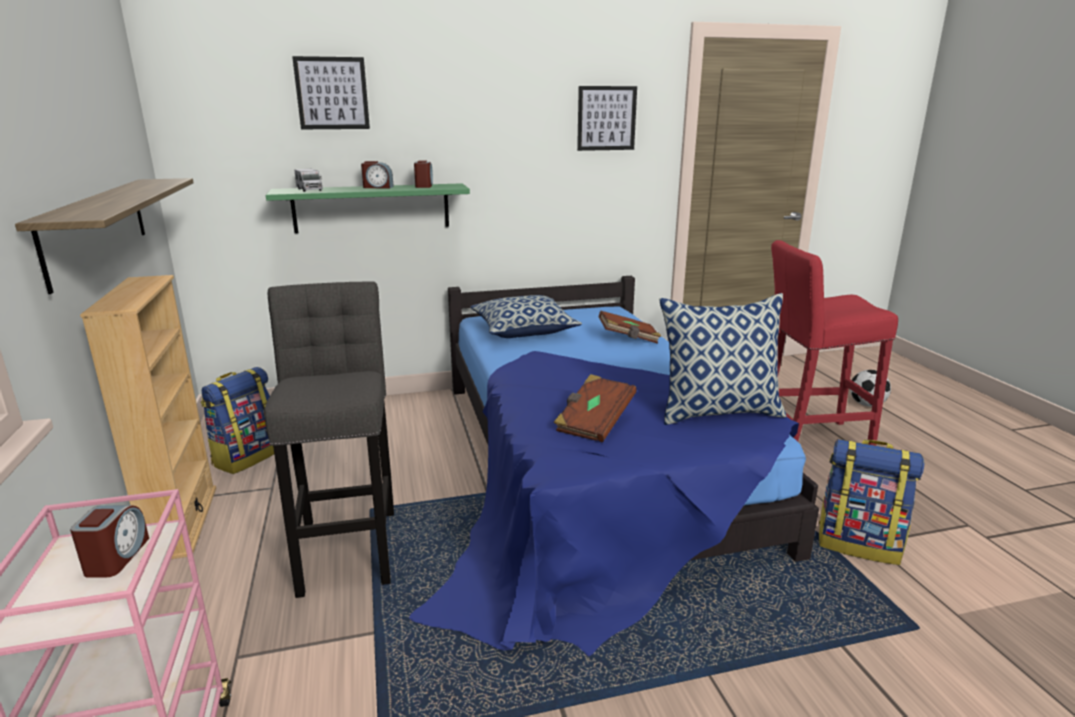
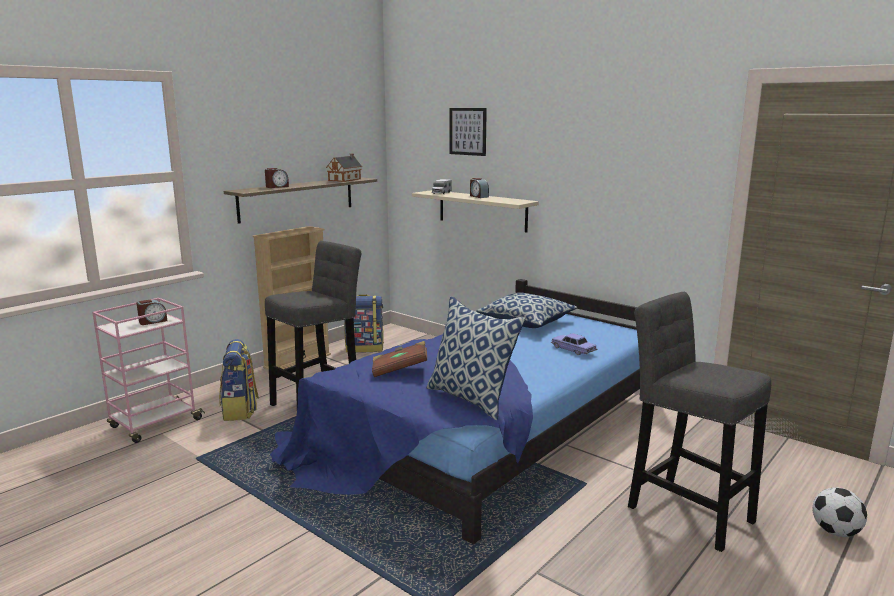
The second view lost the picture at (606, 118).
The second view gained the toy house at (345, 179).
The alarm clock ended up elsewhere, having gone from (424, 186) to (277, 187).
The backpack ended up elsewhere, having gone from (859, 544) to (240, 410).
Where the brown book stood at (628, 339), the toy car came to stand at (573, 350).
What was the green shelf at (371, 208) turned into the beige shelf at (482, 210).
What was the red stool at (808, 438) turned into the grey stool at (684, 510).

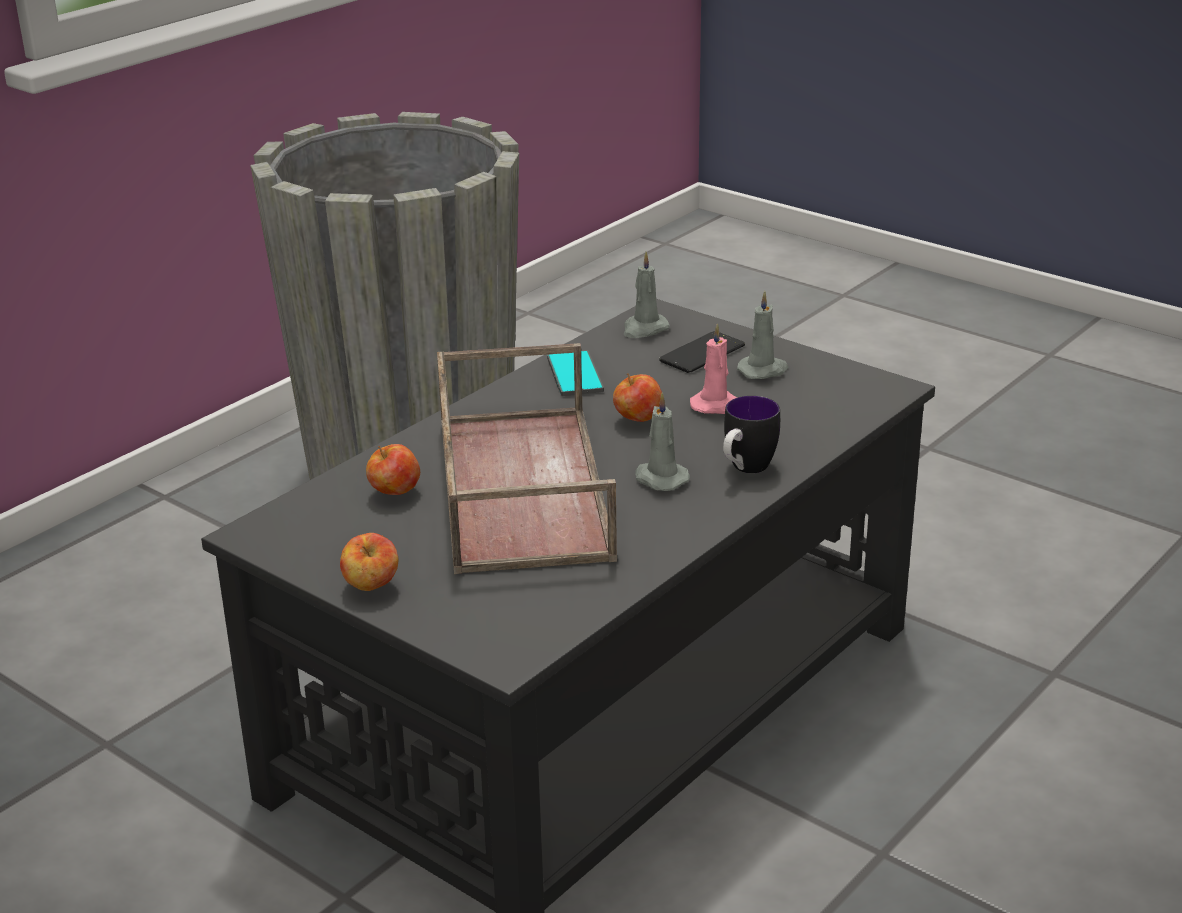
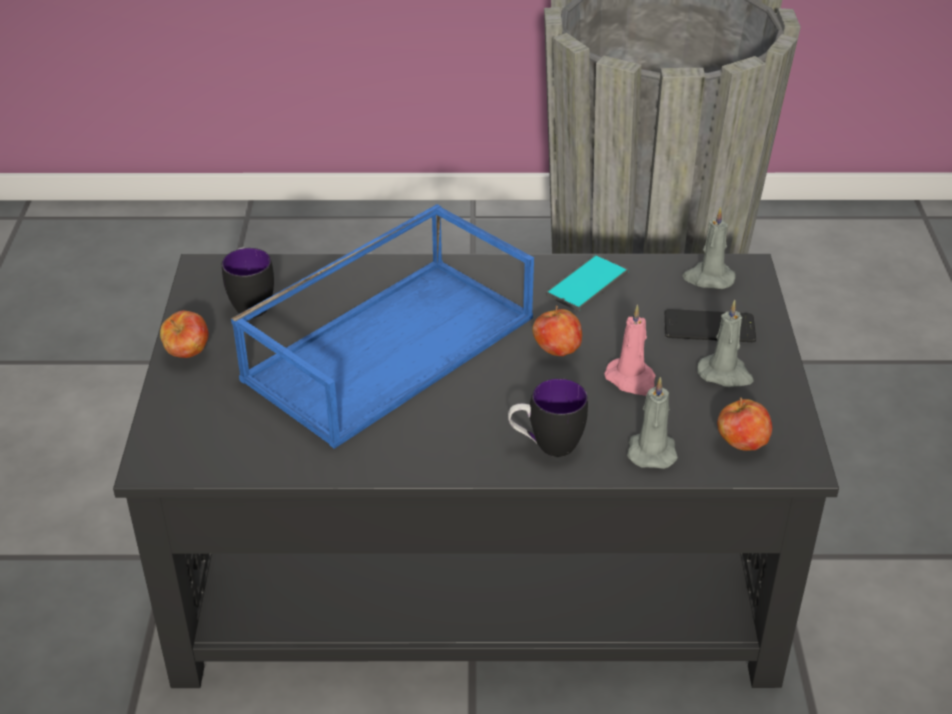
The second view gained the mug at (251, 303).
The apple ended up elsewhere, having gone from (395, 493) to (741, 444).
The grey candle ended up elsewhere, having gone from (659, 479) to (651, 450).
What was the brown tray at (519, 485) turned into the blue tray at (390, 345).

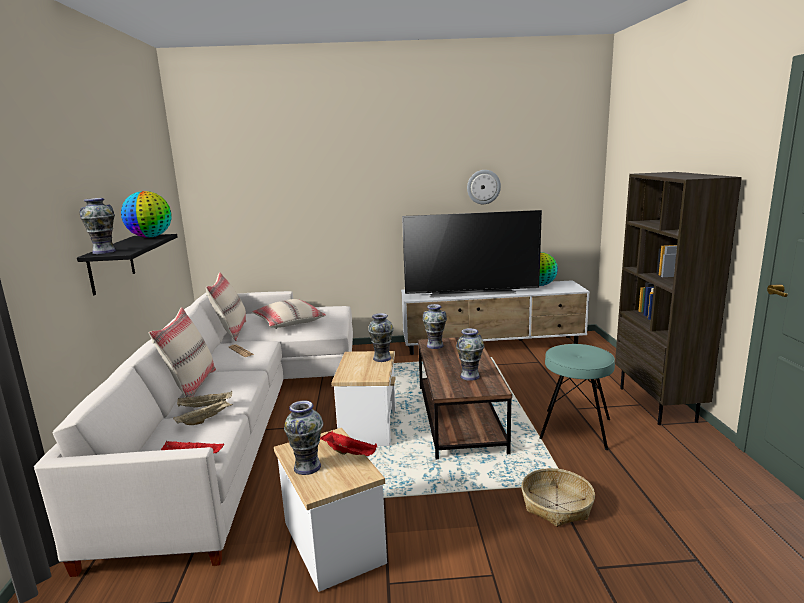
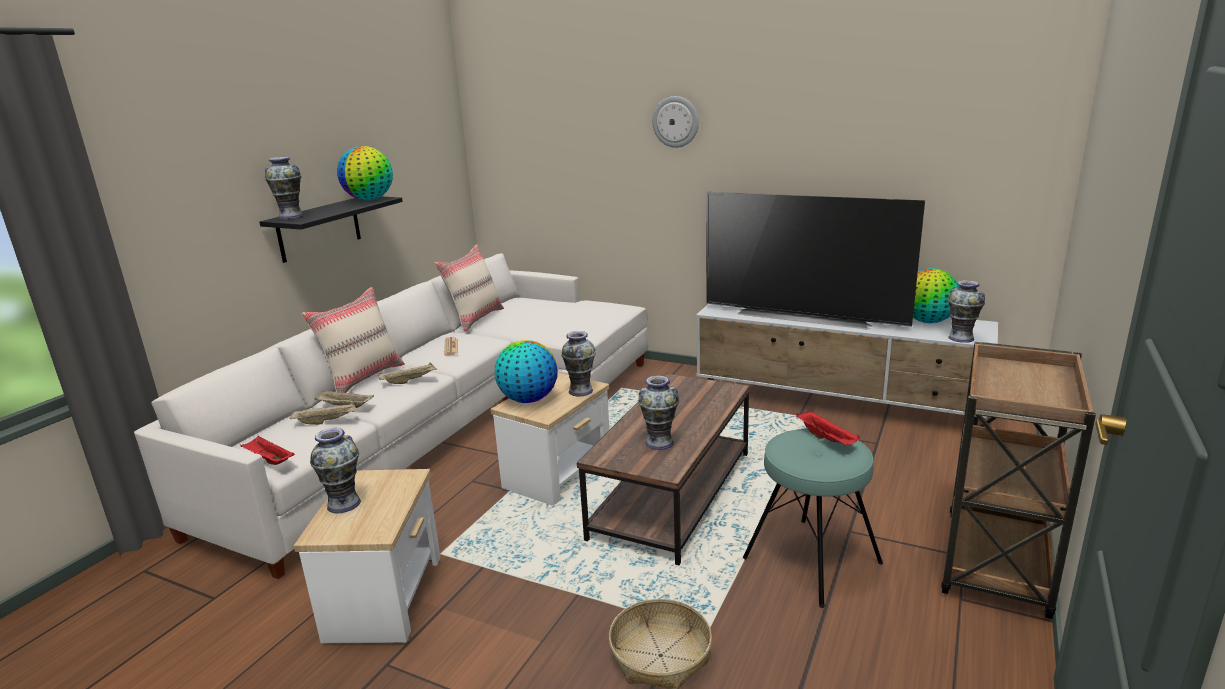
The second view lost the beige pillow at (289, 322).
The second view gained the beige tray at (409, 381).
The second view gained the globe at (528, 399).
The red tray ended up elsewhere, having gone from (350, 453) to (827, 439).
The vase ended up elsewhere, having gone from (435, 345) to (961, 338).
The wall clock ended up elsewhere, having gone from (483, 187) to (676, 122).
Where the brown bookcase stood at (658, 404), the brown cart came to stand at (996, 565).

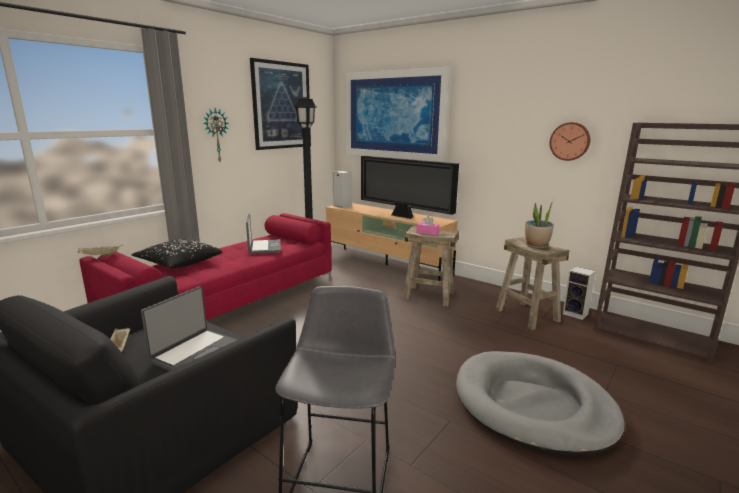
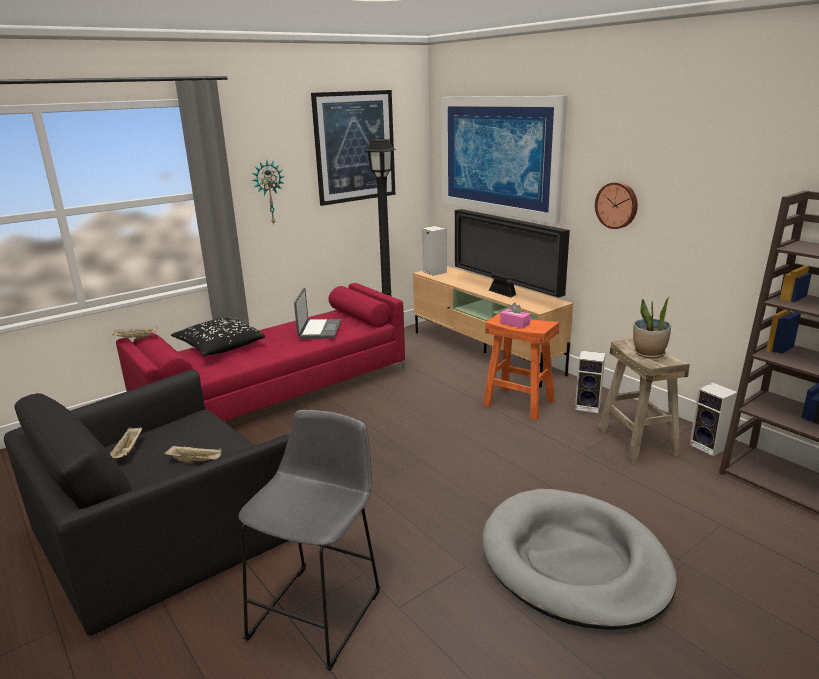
The second view gained the speaker at (589, 406).
The wall clock ended up elsewhere, having gone from (570, 141) to (617, 205).
Where the laptop stood at (196, 353), the beige tray came to stand at (196, 461).
What was the beige stool at (428, 296) turned into the orange stool at (518, 403).

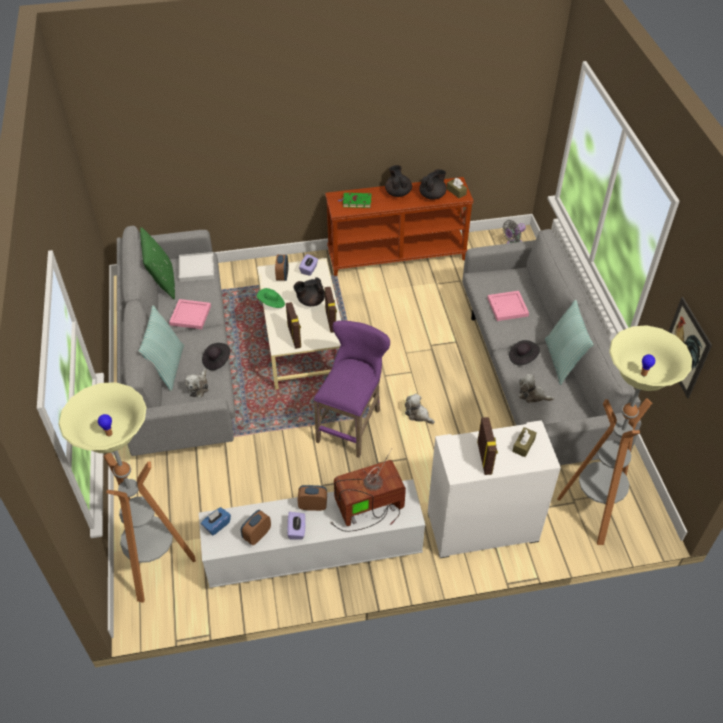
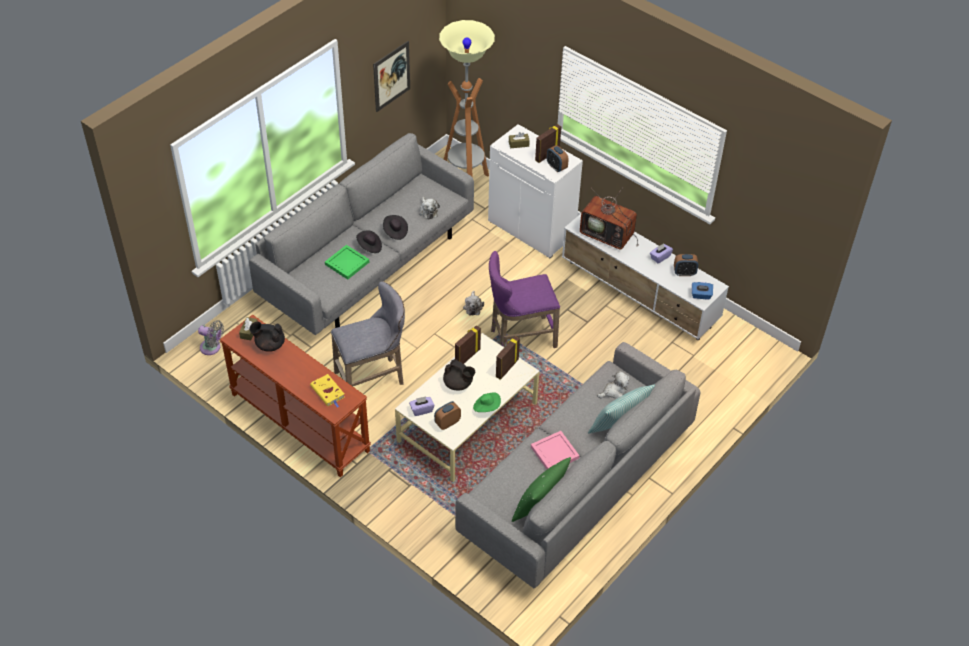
The second view lost the floor lamp at (156, 567).
The second view lost the white tray at (196, 268).
The second view lost the black teapot at (398, 192).
The second view lost the pillow at (563, 361).
The second view gained the grey stool at (373, 378).
The black hat ended up elsewhere, having gone from (216, 361) to (369, 246).
The alarm clock ended up elsewhere, having gone from (313, 505) to (556, 167).
What was the green book at (356, 202) turned into the yellow book at (328, 392).
What was the pink tray at (507, 307) turned into the green tray at (348, 263).

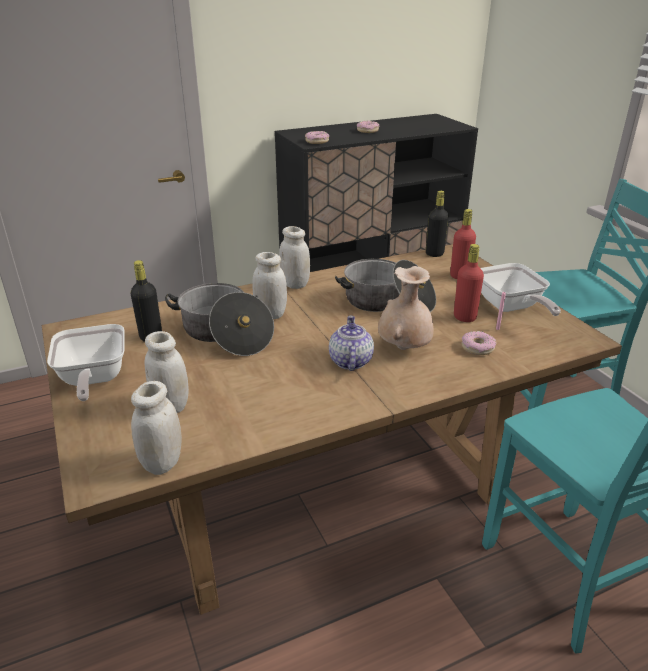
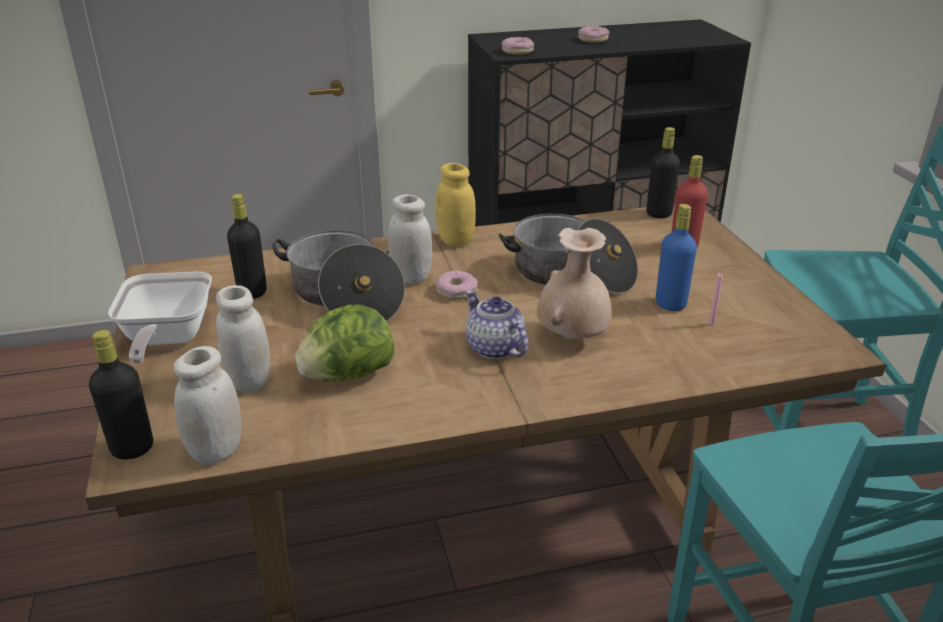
The second view lost the frying pan at (511, 307).
The second view gained the black bottle at (132, 448).
The second view gained the lettuce at (348, 375).
The donut ended up elsewhere, having gone from (477, 347) to (456, 291).
What was the white jar at (295, 284) turned into the yellow jar at (456, 240).
What was the red bottle at (464, 317) turned into the blue bottle at (670, 304).
The teapot at (350, 361) ended up facing another way, 45 degrees counterclockwise from before.

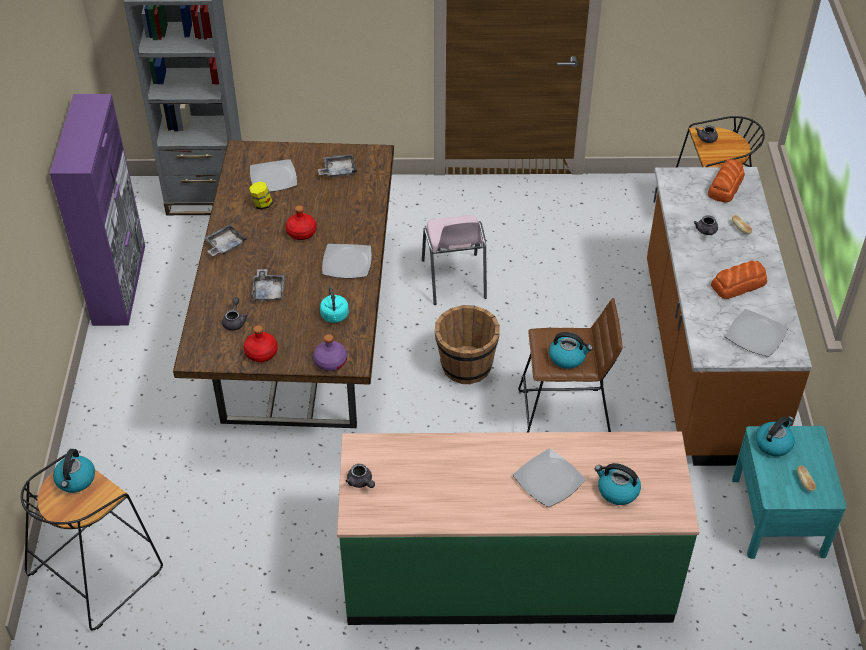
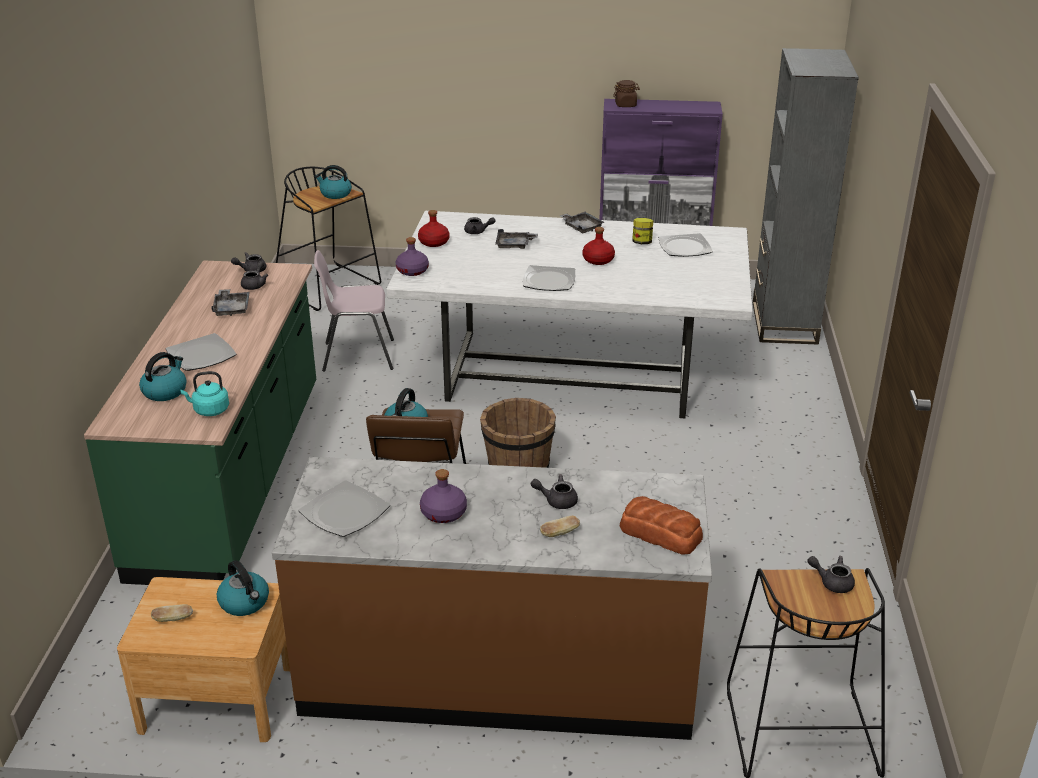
The second view gained the grey teapot at (255, 284).
The second view gained the brown jar at (625, 105).
The grey tray ended up elsewhere, having gone from (338, 171) to (231, 308).
The turquoise kettle ended up elsewhere, having gone from (335, 317) to (209, 410).
The pink chair ended up elsewhere, having gone from (454, 280) to (357, 355).
Where the bread stood at (739, 284), the purple bottle came to stand at (443, 513).
What was the brown dining table at (302, 337) turned into the white dining table at (573, 374).
What was the turquoise nightstand at (778, 516) turned into the brown nightstand at (217, 698).

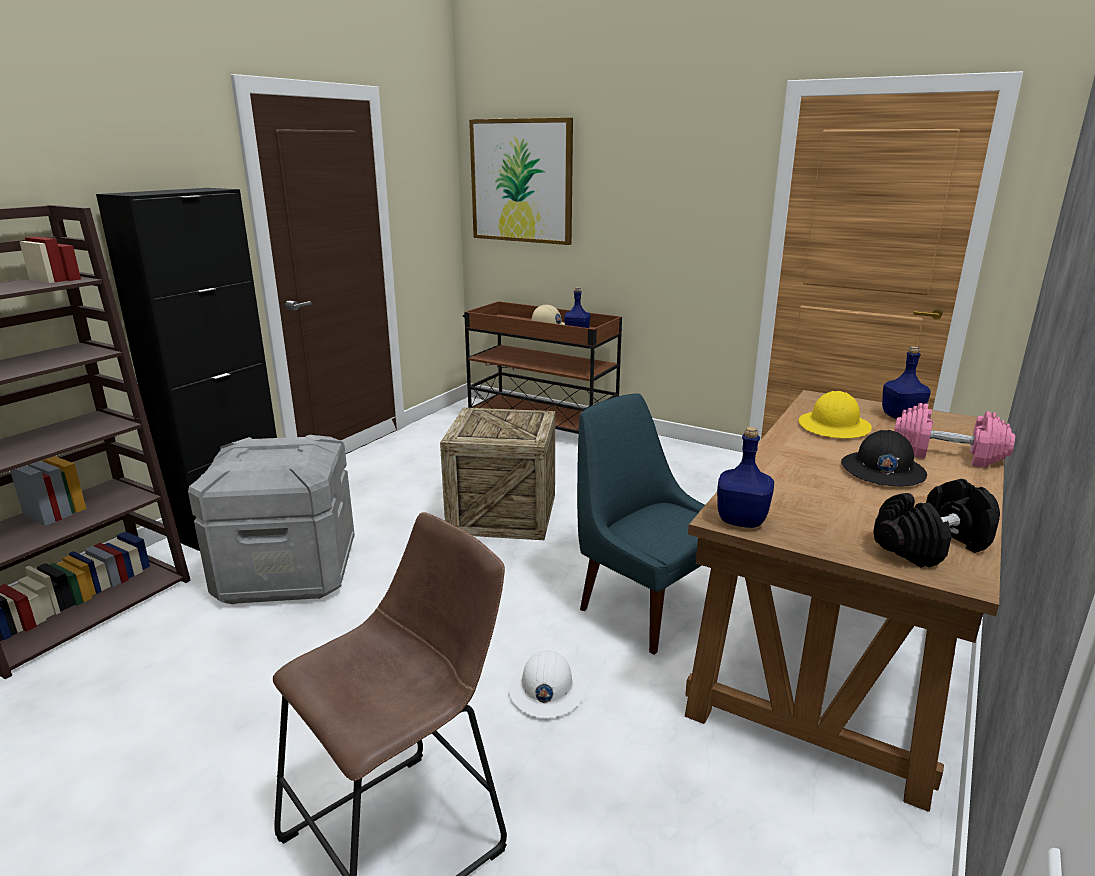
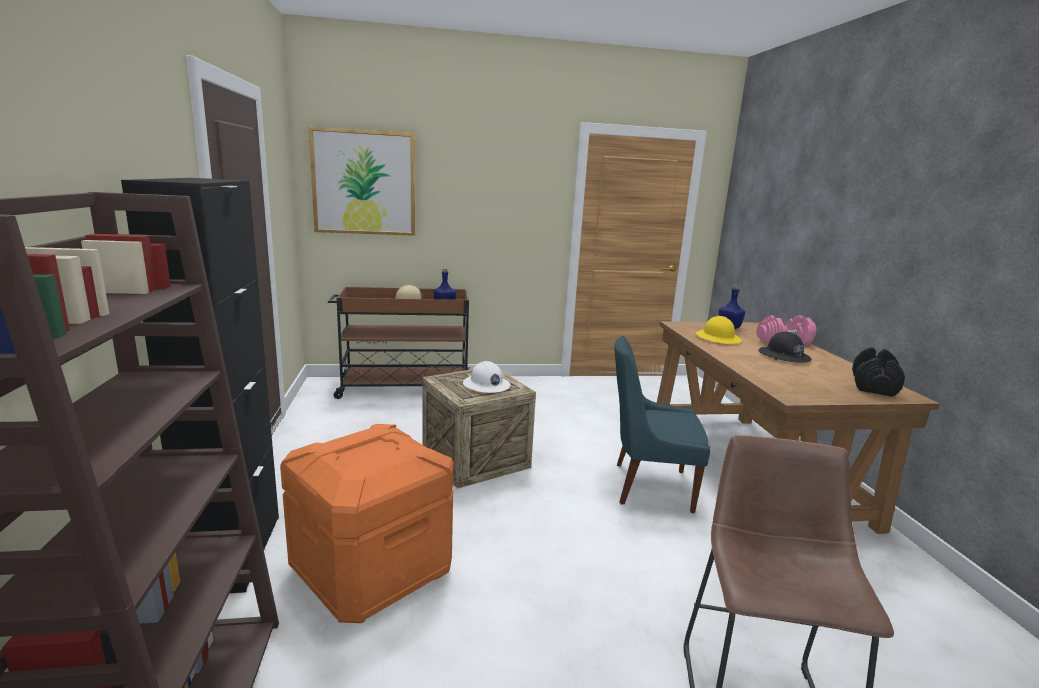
The second view lost the blue bottle at (741, 520).
The white hard hat ended up elsewhere, having gone from (546, 690) to (486, 385).
What was the grey storage box at (289, 572) turned into the orange storage box at (372, 570).

